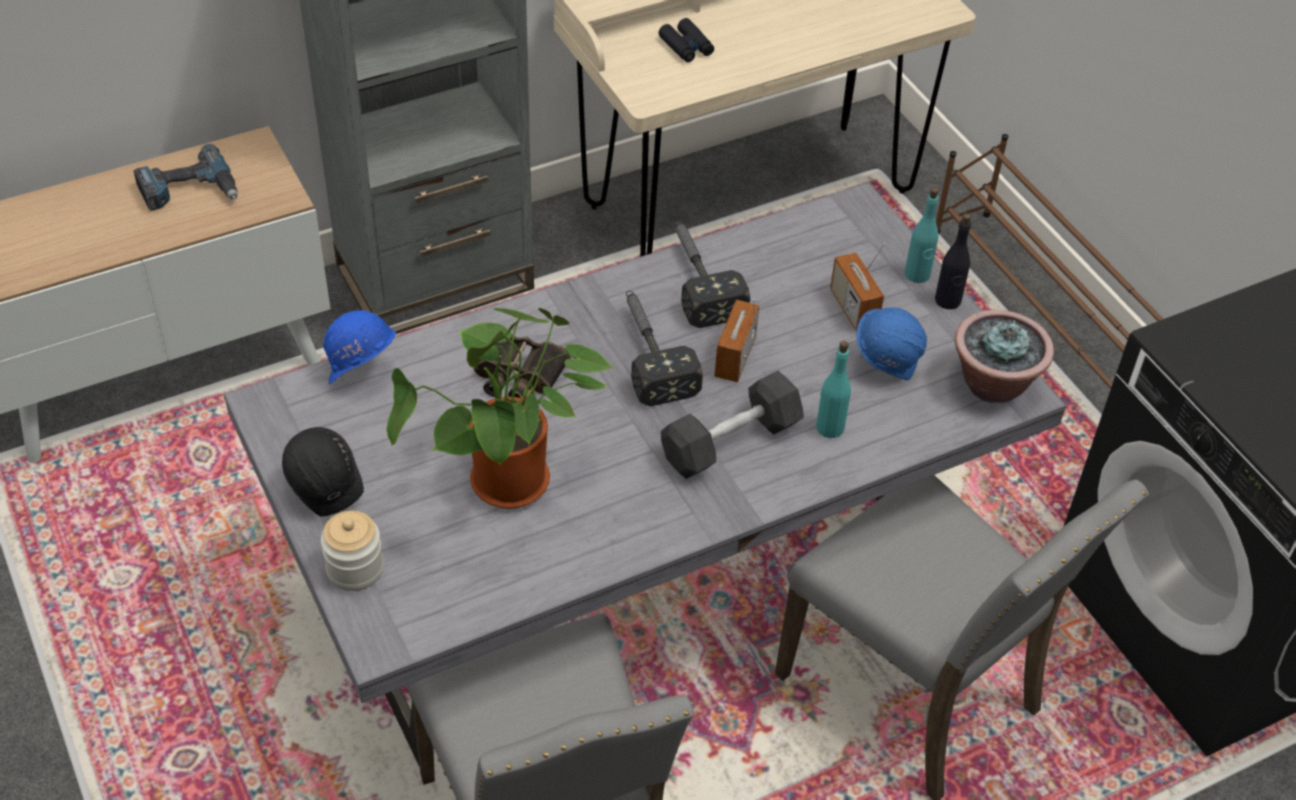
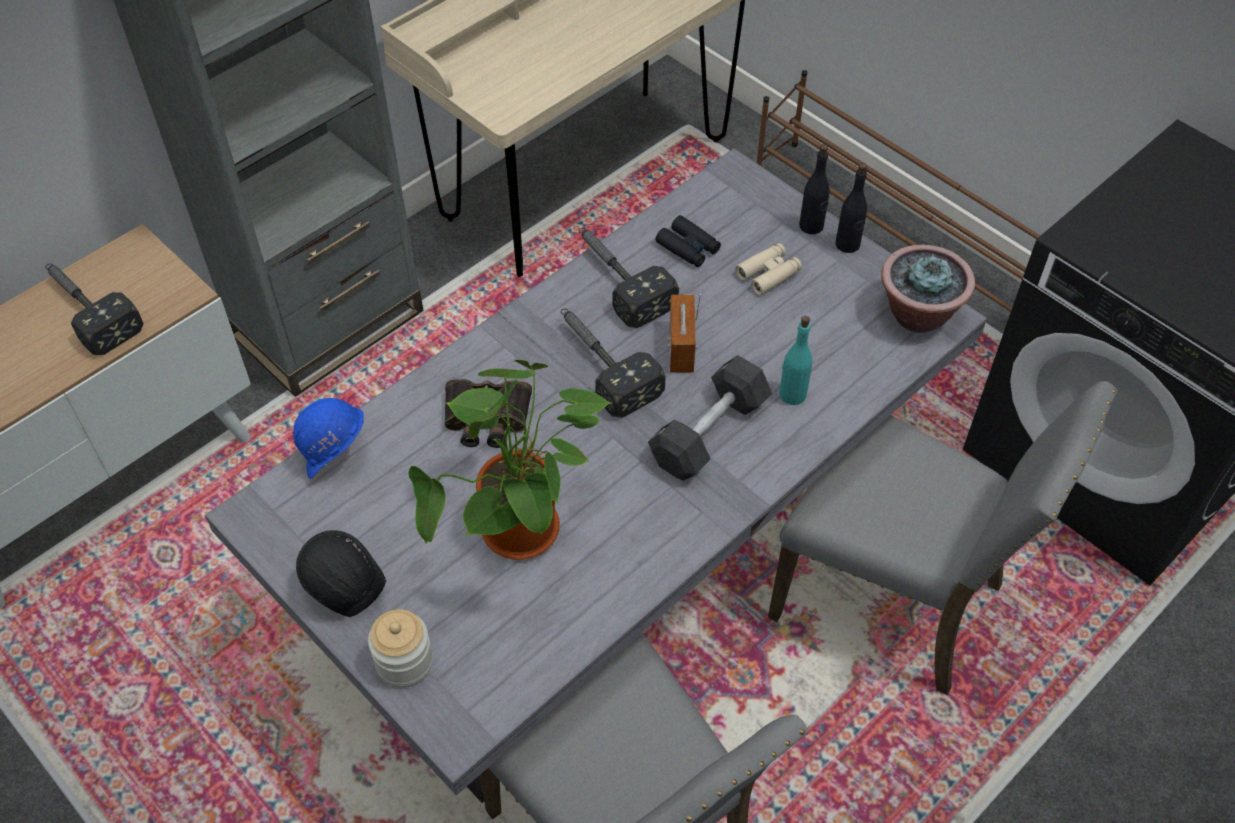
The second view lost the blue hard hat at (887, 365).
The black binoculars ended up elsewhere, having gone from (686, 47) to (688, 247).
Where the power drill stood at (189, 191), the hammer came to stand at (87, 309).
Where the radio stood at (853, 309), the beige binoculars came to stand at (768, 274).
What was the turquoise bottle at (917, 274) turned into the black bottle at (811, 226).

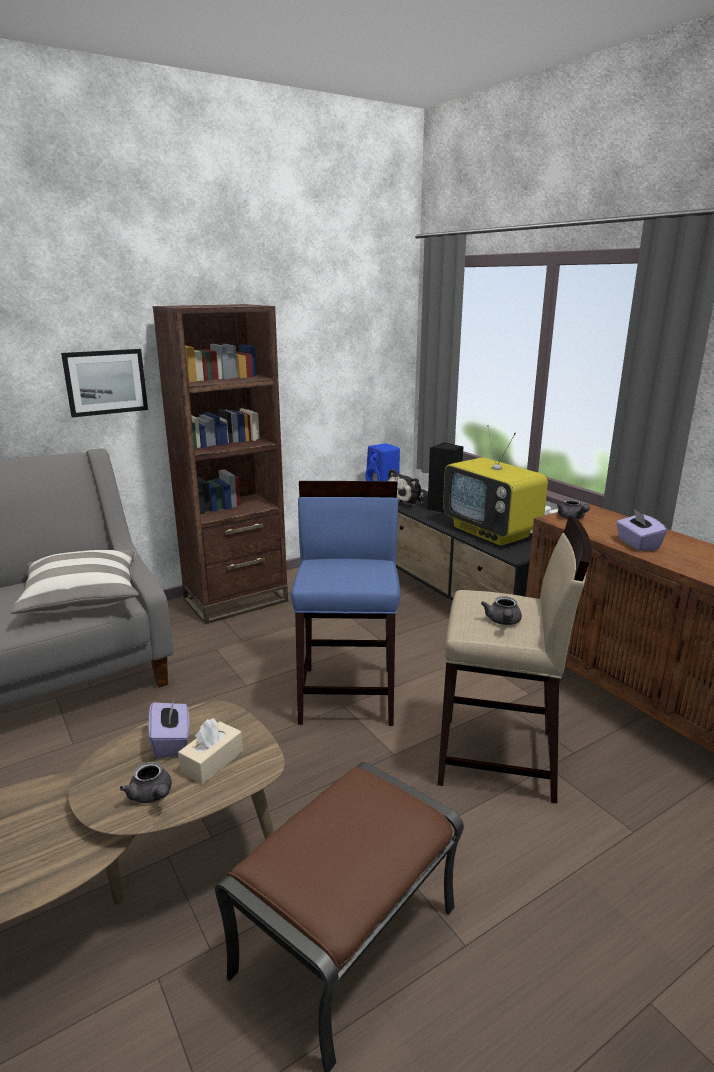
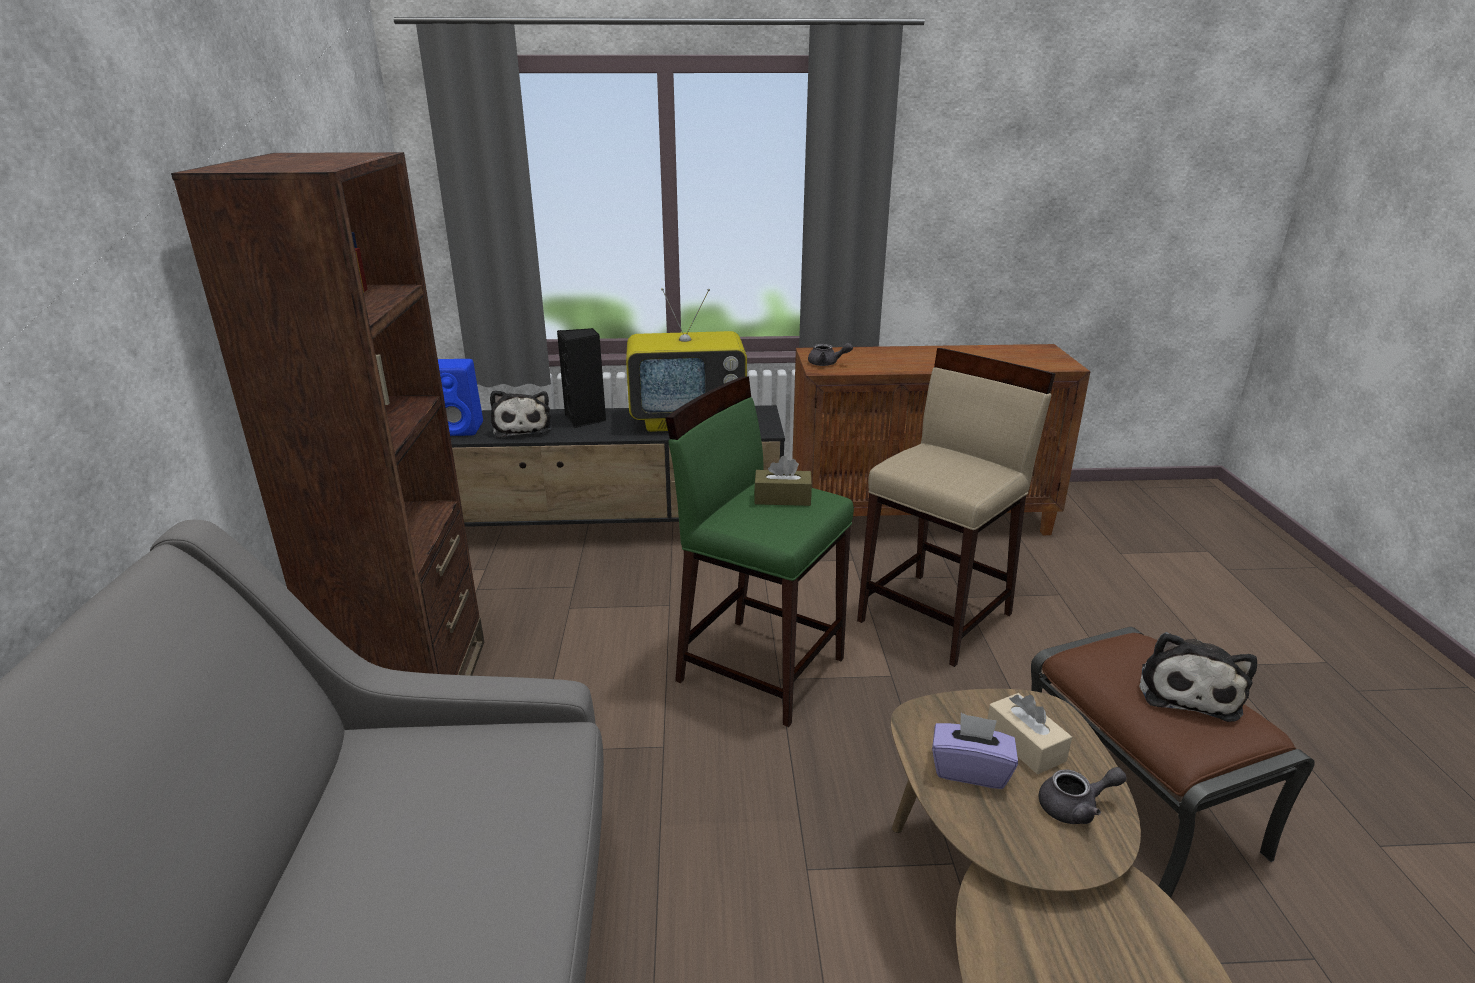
The second view lost the pillow at (82, 598).
The second view lost the picture at (105, 382).
The second view lost the grey teapot at (503, 622).
The second view lost the purple tissue box at (637, 544).
The second view gained the brown tissue box at (782, 498).
The second view gained the plush toy at (1188, 690).
What was the blue stool at (348, 694) turned into the green stool at (760, 668).

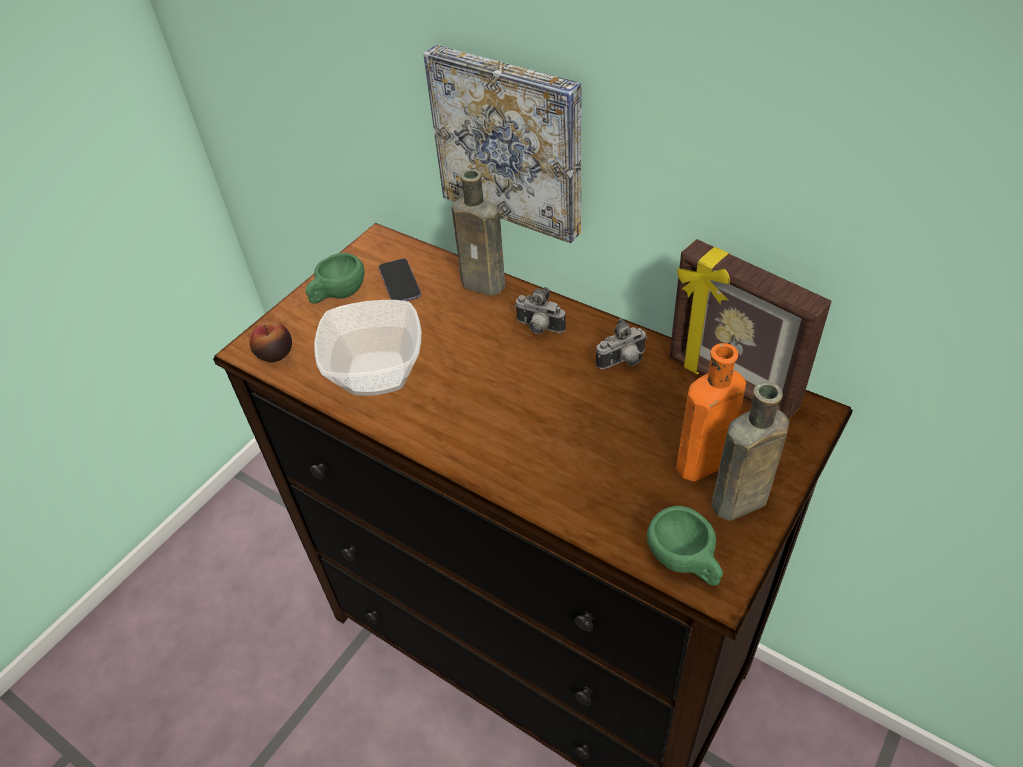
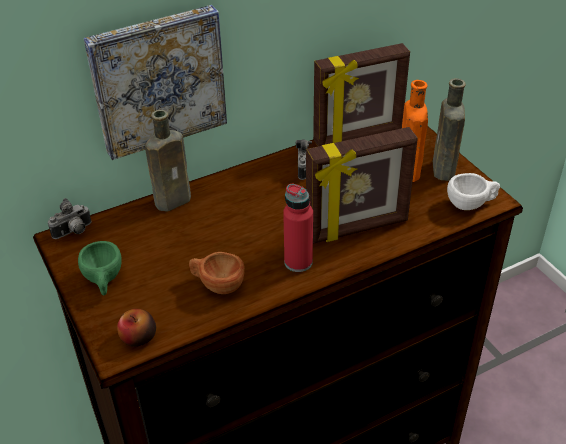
The second view lost the phone at (400, 283).
The second view gained the red bottle at (298, 262).
The second view gained the picture frame at (357, 228).
The photo camera ended up elsewhere, having gone from (538, 328) to (74, 232).
Where the bowl stood at (375, 375), the brown cup came to stand at (217, 284).
What was the green cup at (685, 562) turned into the white cup at (471, 204).

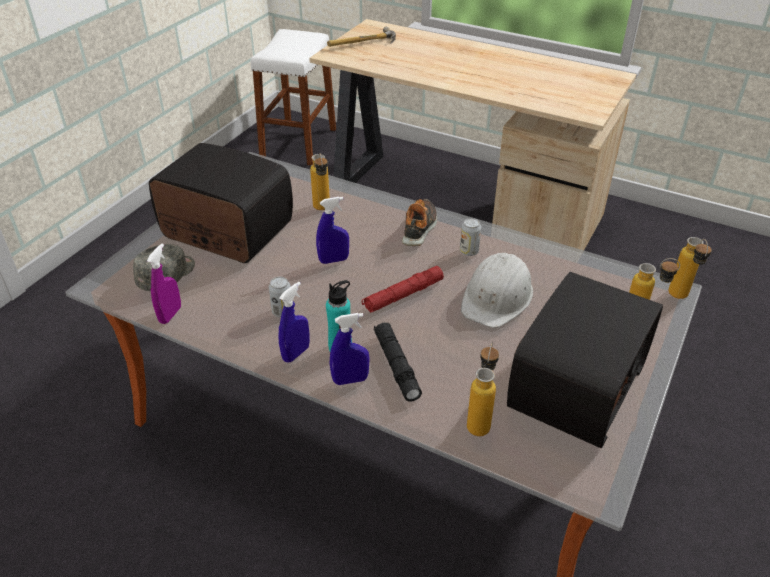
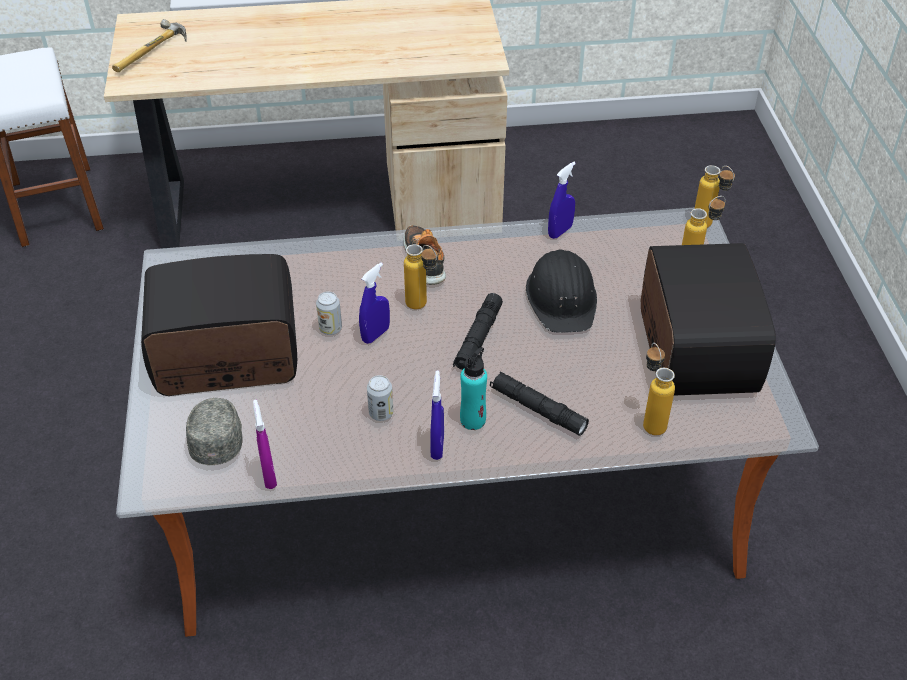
The bottle ended up elsewhere, having gone from (322, 210) to (422, 307).
The blue spray bottle ended up elsewhere, having gone from (350, 380) to (560, 231).
The can ended up elsewhere, having gone from (469, 251) to (330, 328).
What was the red flashlight at (403, 295) turned into the black flashlight at (478, 338).
What was the white hard hat at (497, 297) turned into the black hard hat at (562, 298).

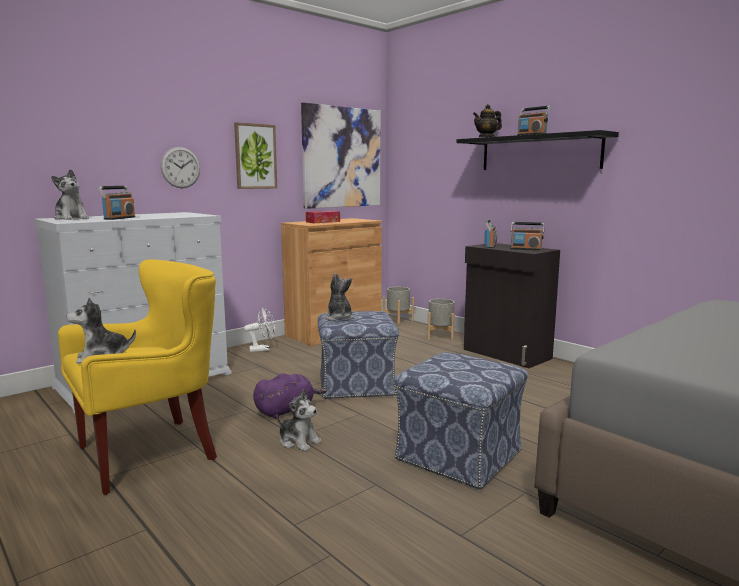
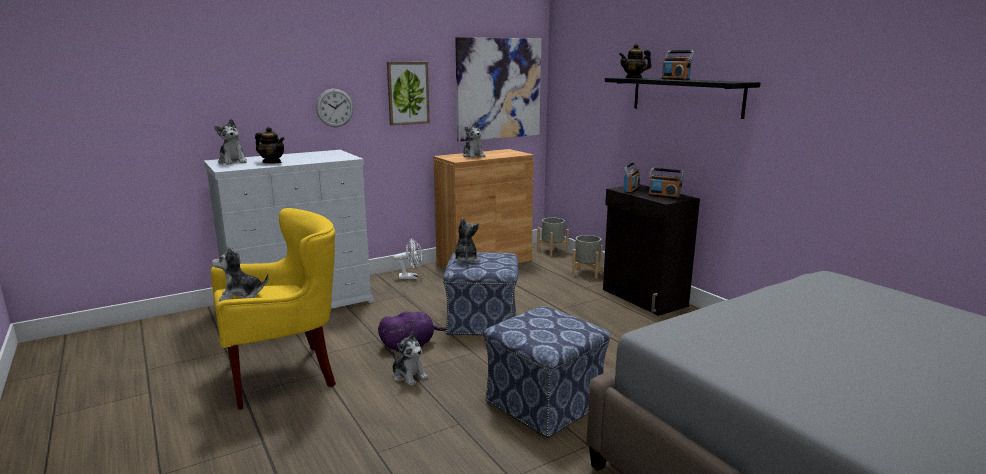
Where the radio stood at (119, 218), the teapot came to stand at (272, 162).
Where the tissue box stood at (323, 222), the plush toy came to stand at (473, 156).

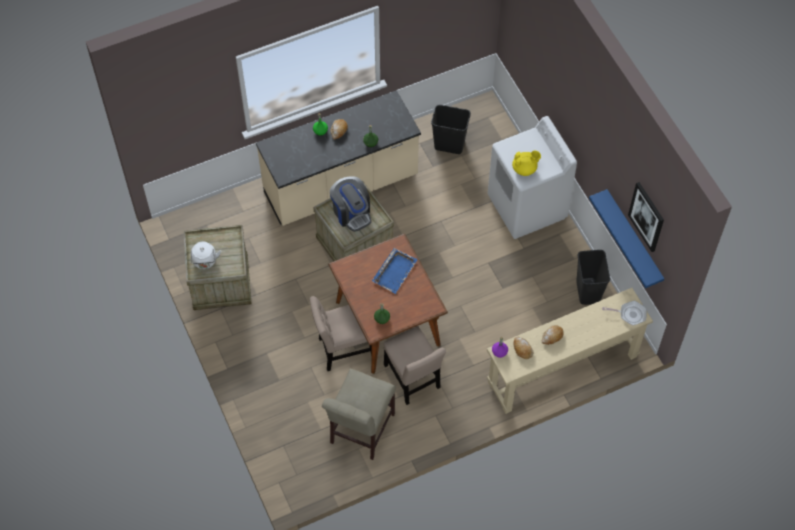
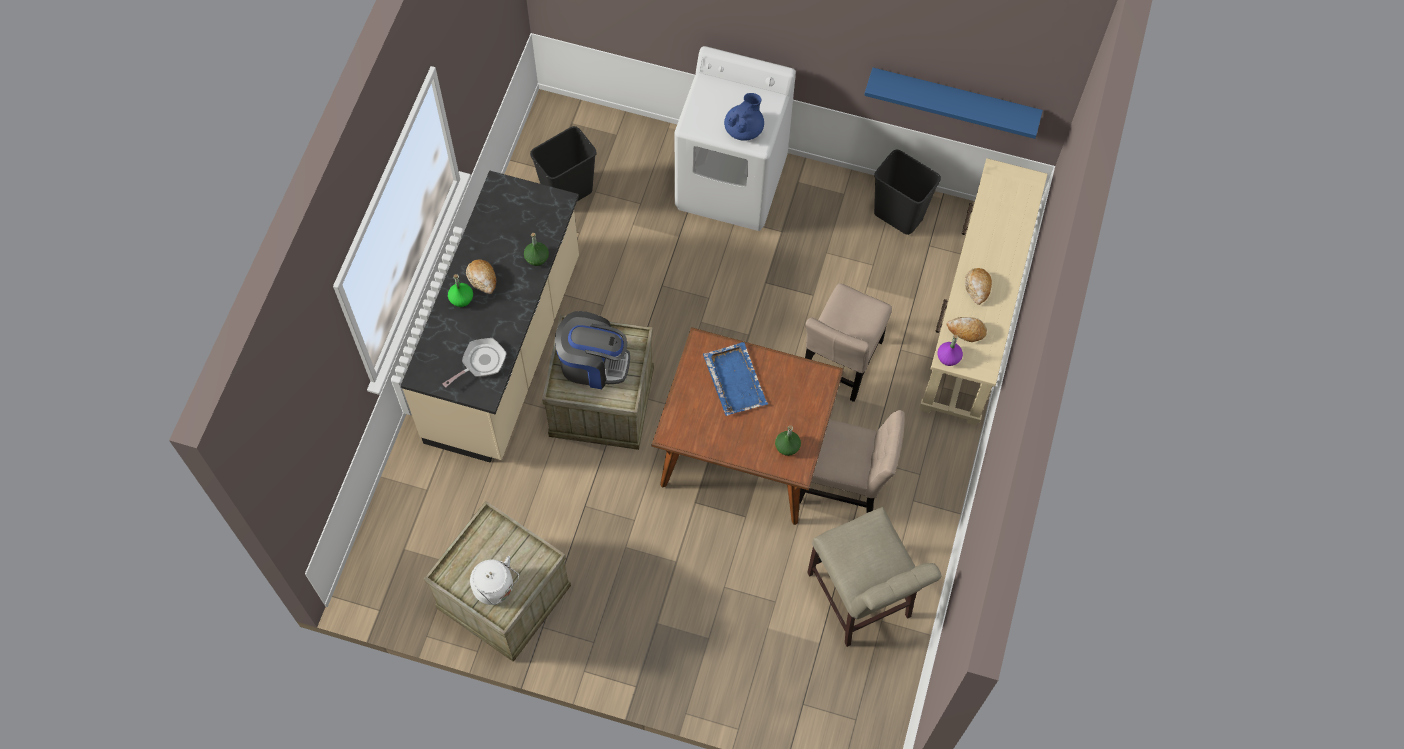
The second view lost the picture at (647, 216).
The beige chair ended up elsewhere, having gone from (343, 350) to (841, 364).
The frying pan ended up elsewhere, having gone from (630, 314) to (481, 362).
What was the yellow teapot at (525, 169) turned into the blue teapot at (744, 129).

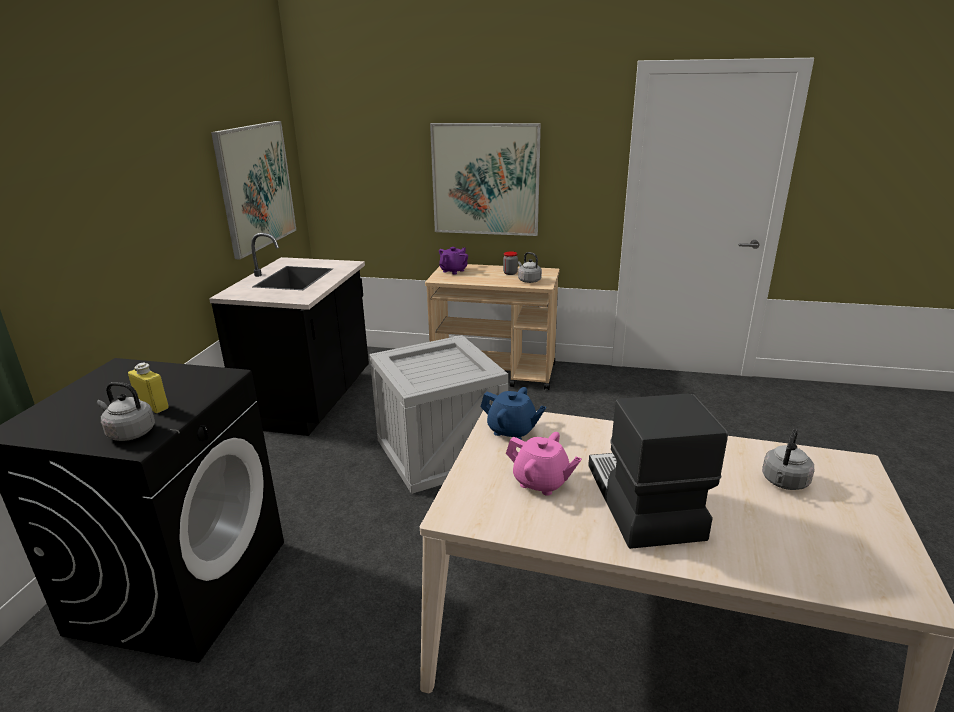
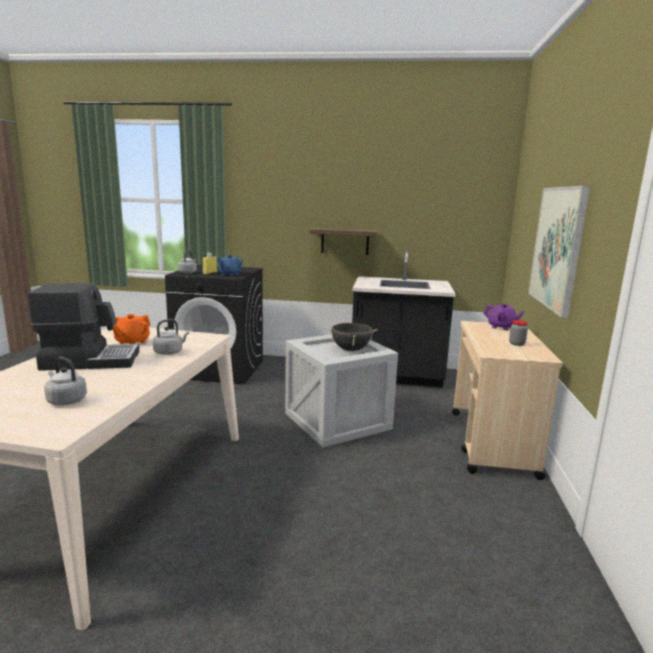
The second view lost the picture at (256, 187).
The second view gained the shelf at (345, 241).
The second view gained the black cooking pot at (351, 350).
The blue teapot ended up elsewhere, having gone from (512, 431) to (229, 274).
The grey kettle ended up elsewhere, having gone from (528, 280) to (170, 352).
What was the pink teapot at (541, 482) turned into the orange teapot at (132, 342).

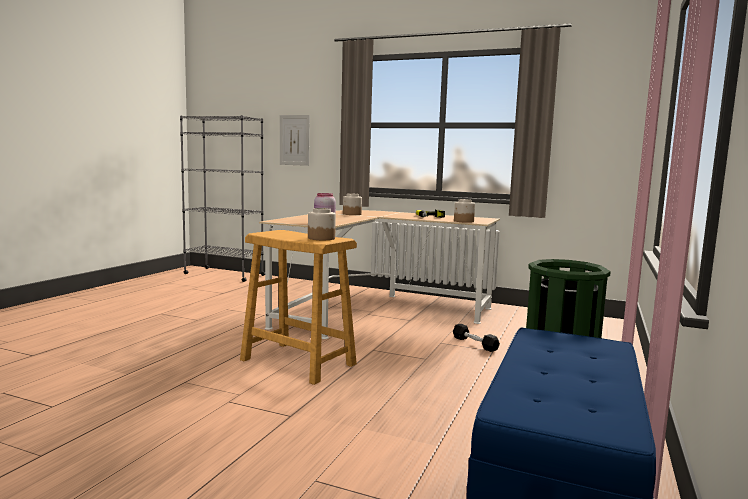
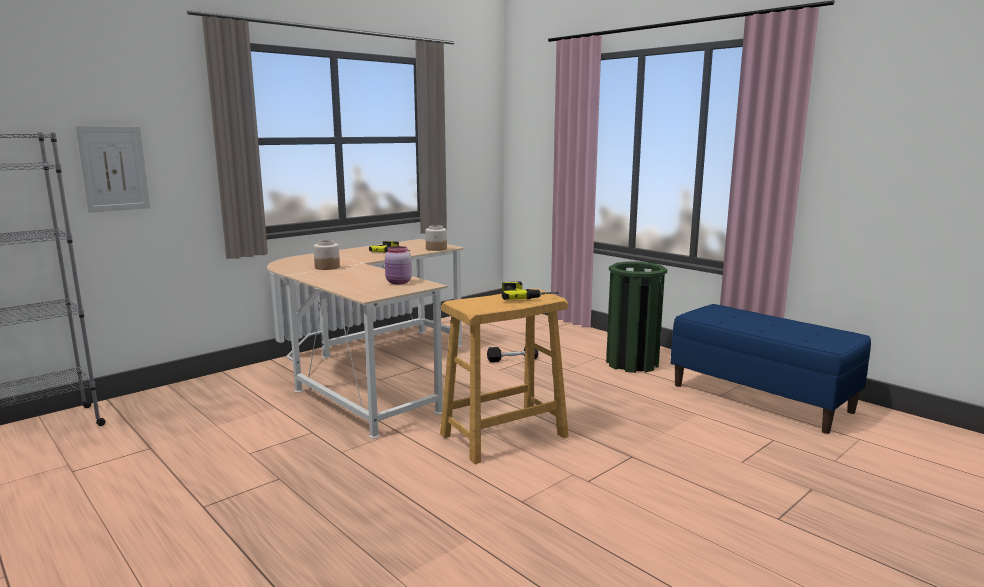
Where the jar stood at (321, 238), the power drill came to stand at (527, 295).

